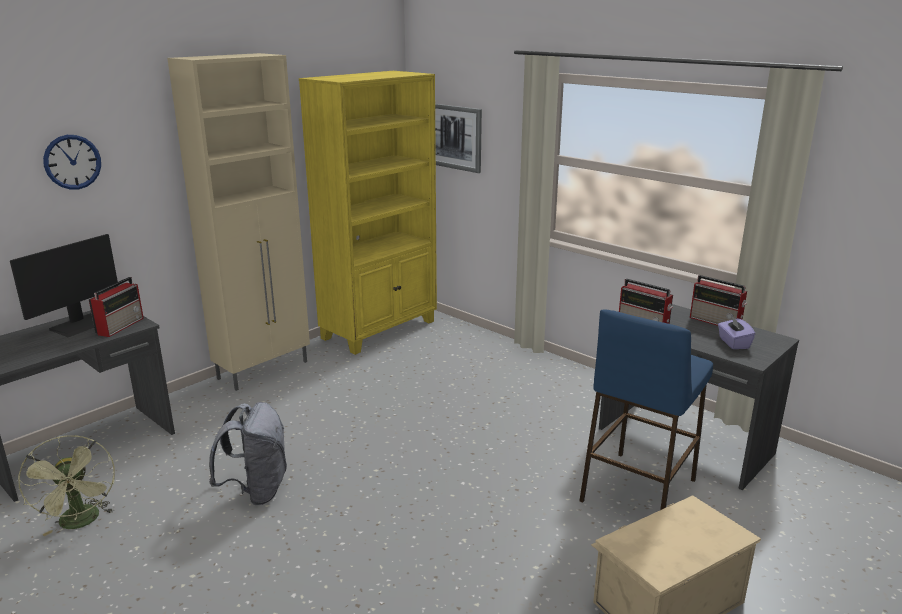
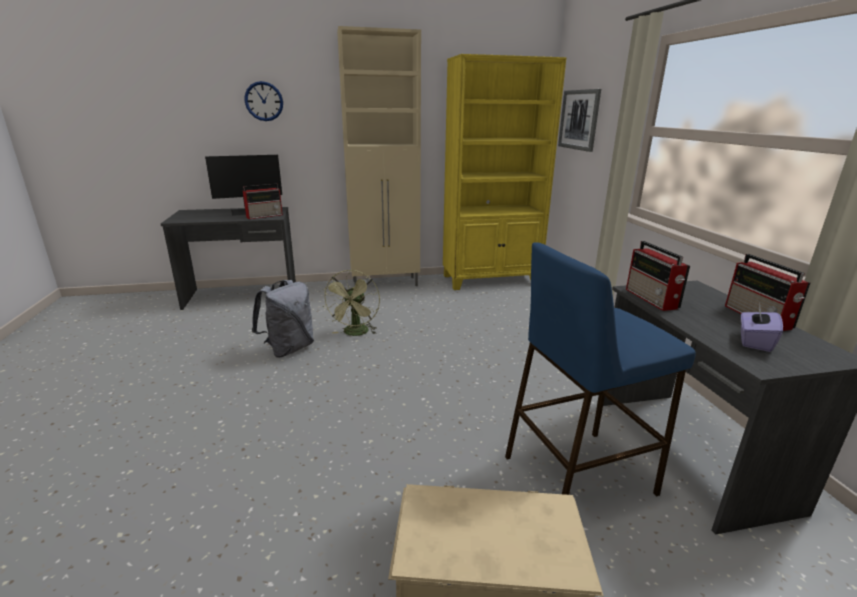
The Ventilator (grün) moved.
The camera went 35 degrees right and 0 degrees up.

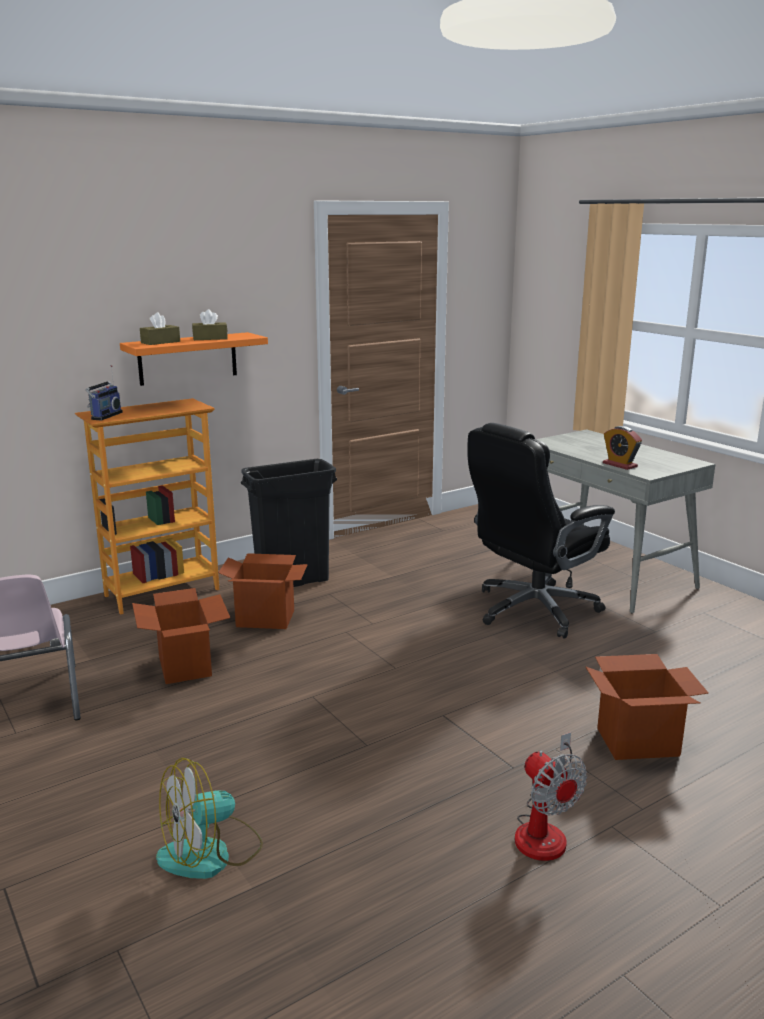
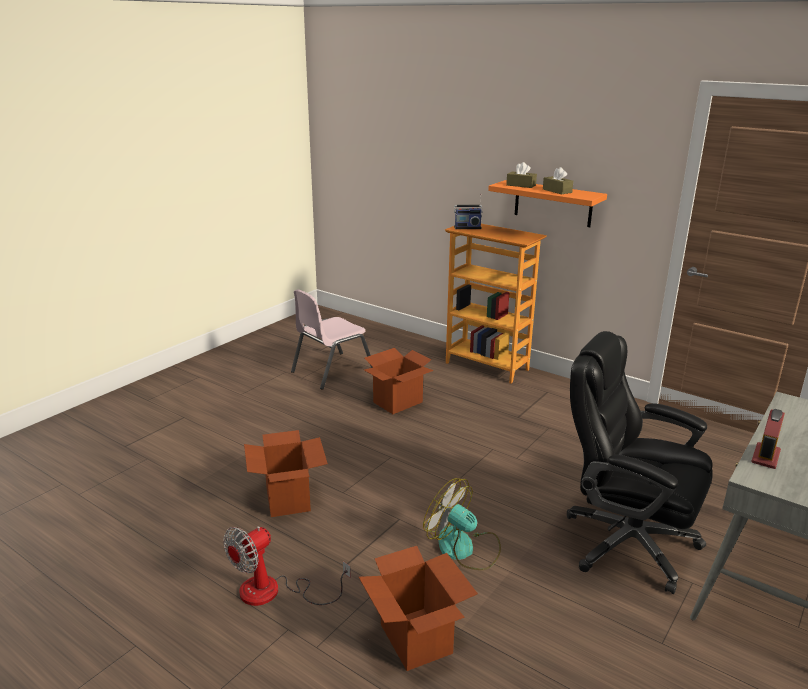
The Karton (no. 2 from left in the first image) moved.
The Ventilator (no. 1 from left in the first image) moved.
The Mülleimer (schwarz) disappeared.
The camera went 70 degrees right and 5 degrees up.

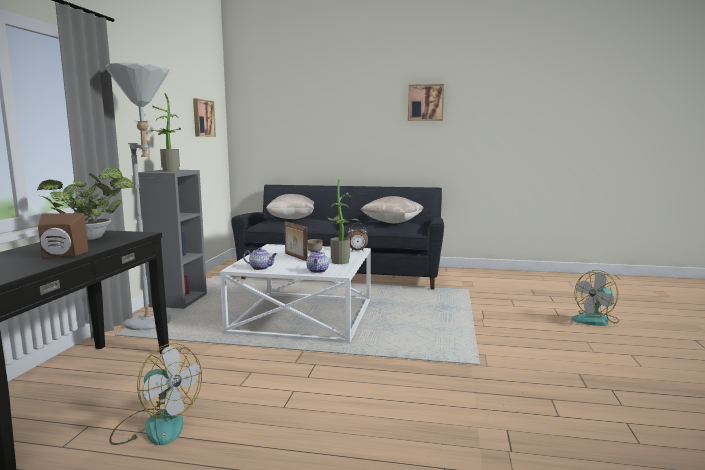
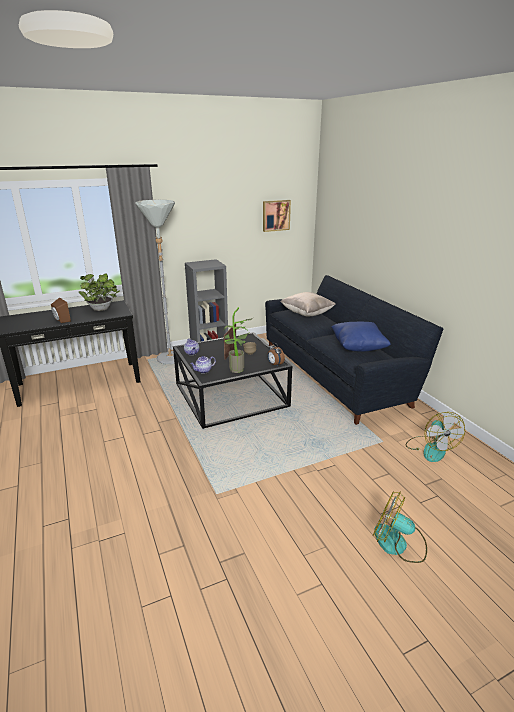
The Couchtisch (weiß) became the Couchtisch (schwarz).
The Kissen (beige) (no. 2 from left) became the Kissen (blau).
The Ventilator (no. 1 from left in the first image) moved.
The Topfpflanze (no. 2 from left) disappeared.
The Bild (no. 2 from left) disappeared.
The camera went 55 degrees right and 15 degrees up.

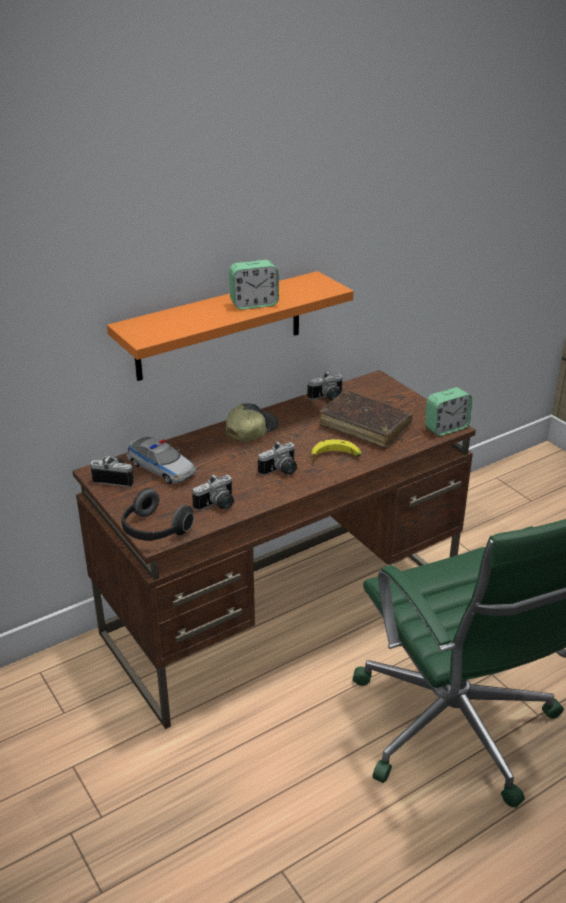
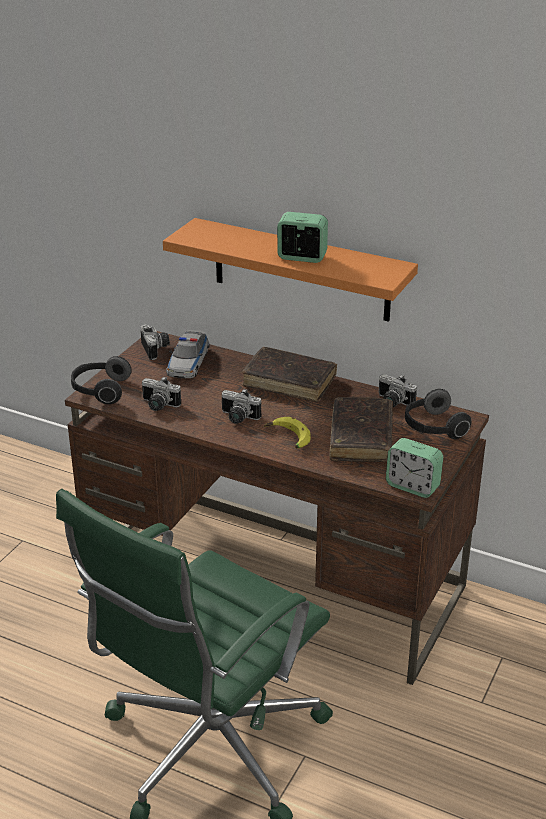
The Kappe was replaced by the Buch (braun) (no. 1 from left).
The Wecker (no. 1 from left) turned 150 degrees clockwise.
The Kopfhörer (no. 2 from left) appeared.
The camera went 60 degrees right and 0 degrees up.

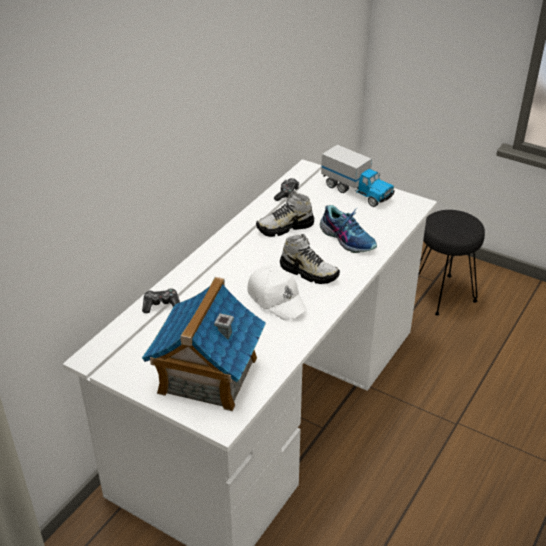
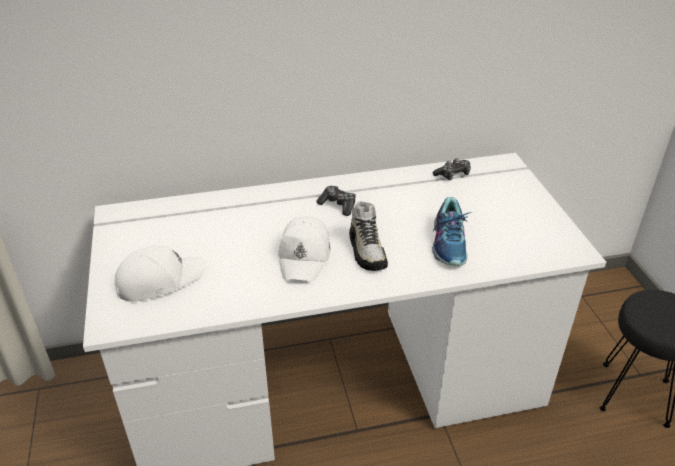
The Spielzeughaus was replaced by the Kappe (weiß) (no. 1 from left).
The Gamepad (no. 1 from left) moved.
The Schuh (no. 1 from left) disappeared.
The Spielzeuglaster disappeared.
The camera went 45 degrees right and 0 degrees up.

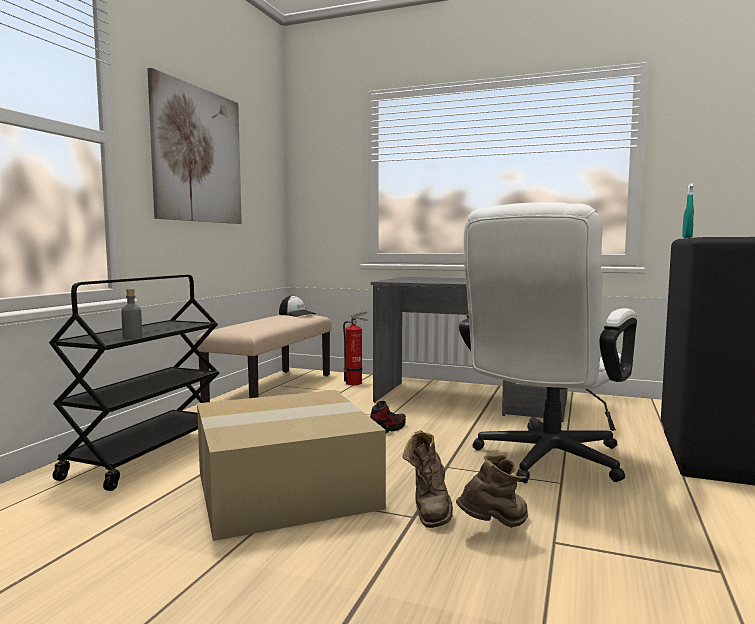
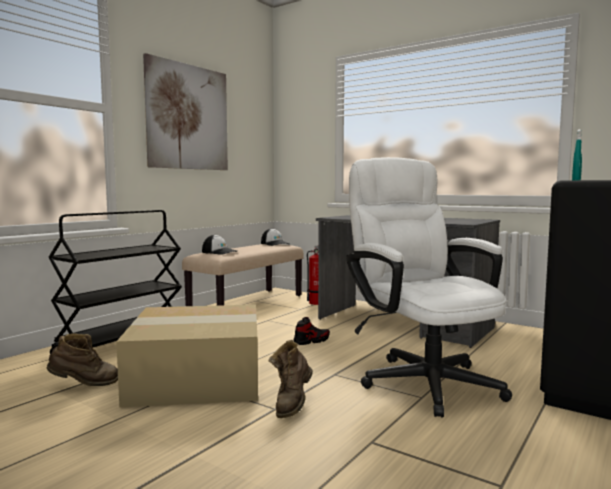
The Stiefel (braun) (no. 2 from left in the first image) moved.
The Kappe (no. 1 from left) appeared.
The Bürostuhl (weiß) turned 105 degrees clockwise.
The Flasche (grau) disappeared.
The camera went 15 degrees right and 0 degrees up.

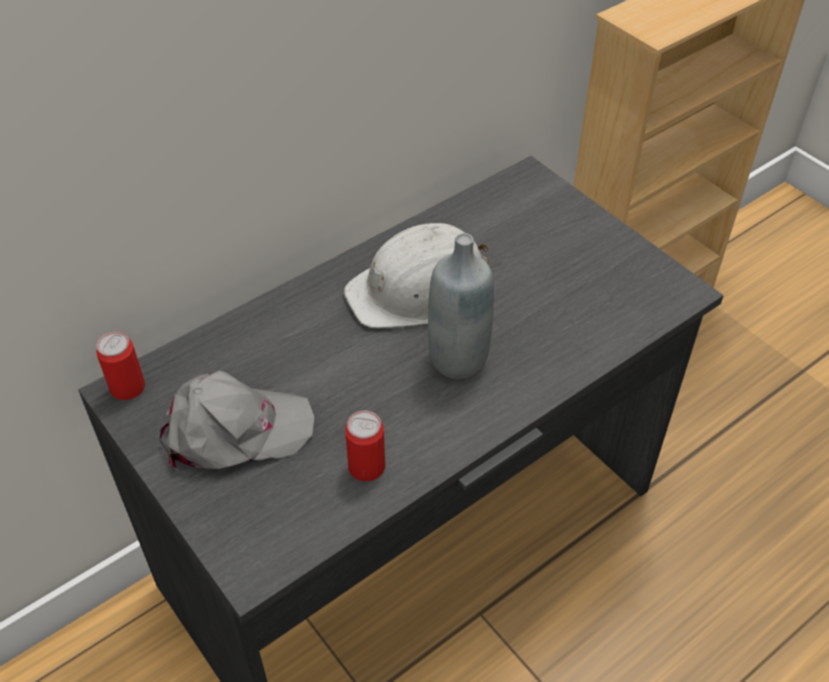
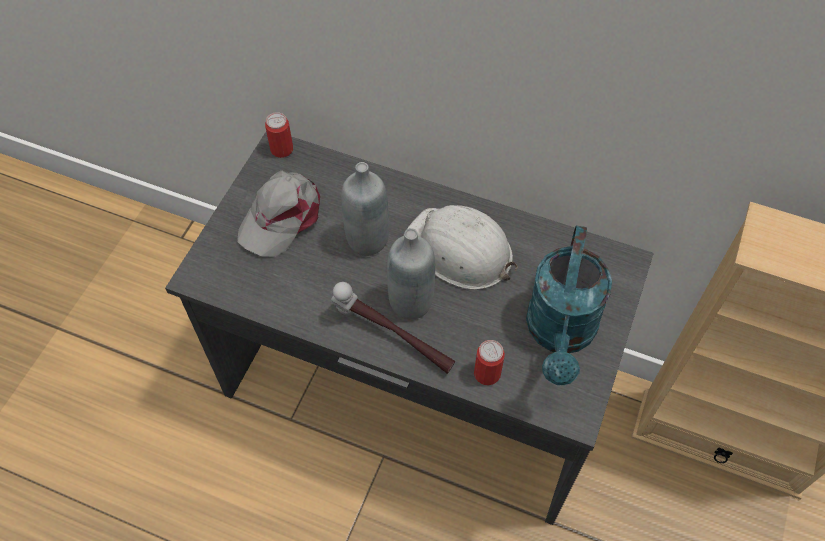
The Kappe (grau) turned 75 degrees clockwise.
The Hammer appeared.
The Flasche (grau) (no. 1 from left) appeared.
The Dose (no. 2 from left) moved.
The Gießkanne (türkis) appeared.
The camera went 60 degrees right and 10 degrees up.

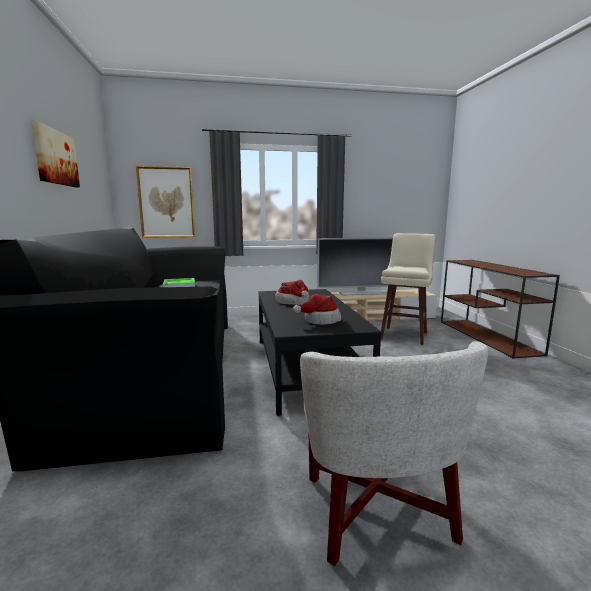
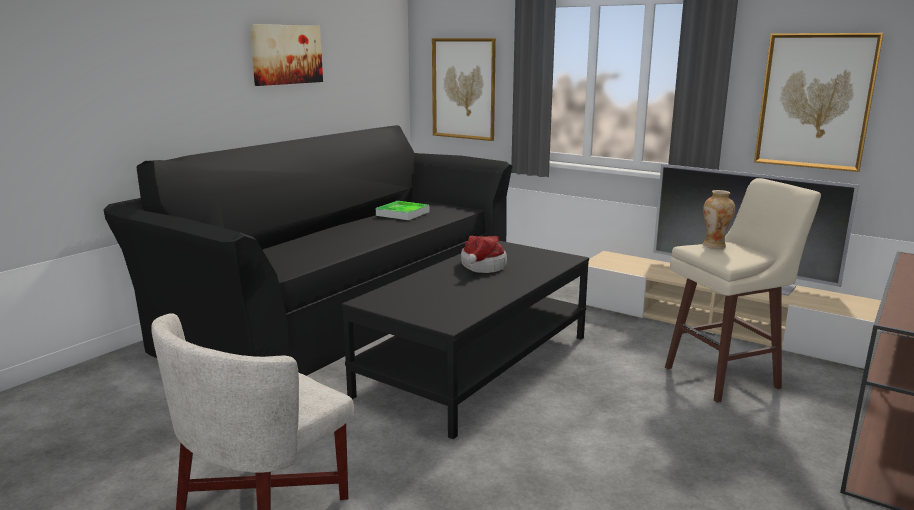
The Vase appeared.
The Bild (no. 3 from left) appeared.
The Hut (no. 2 from left) disappeared.
The camera went 45 degrees right and 5 degrees up.

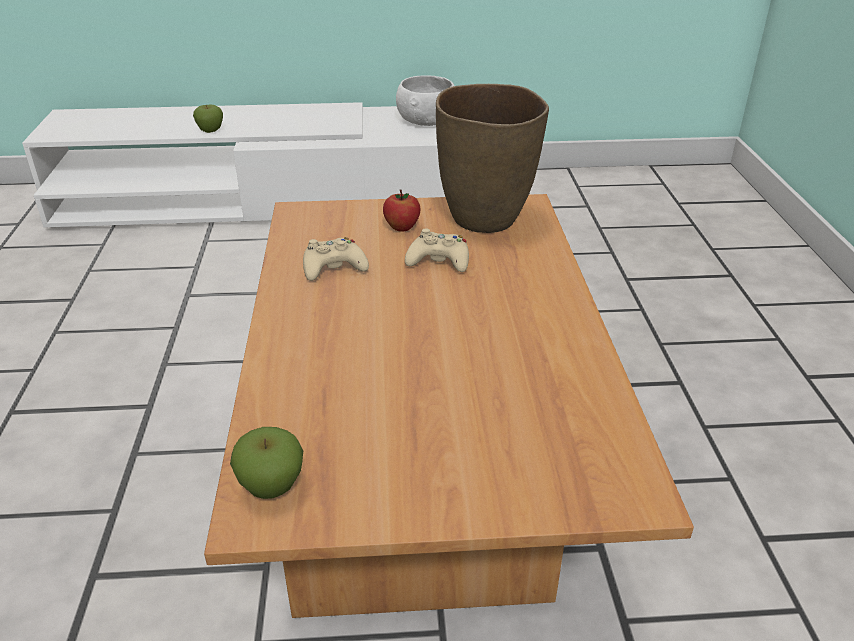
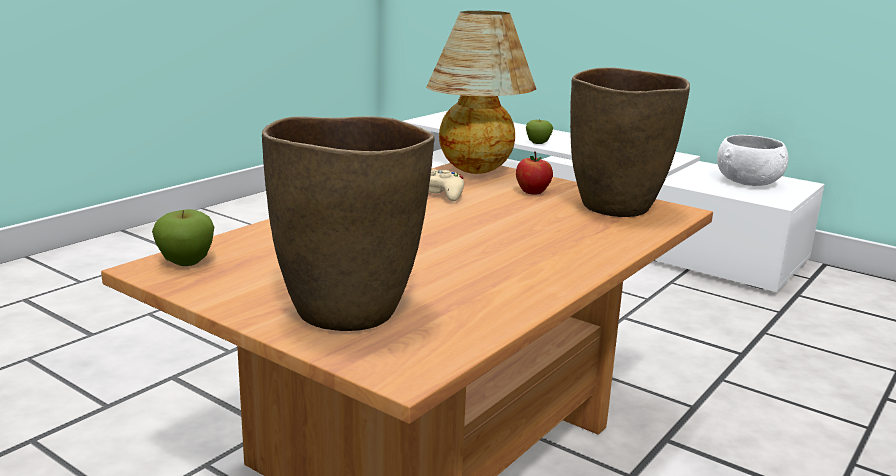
The Vase (braun) (no. 1 from left) appeared.
The Tischlampe appeared.
The Gamepad (beige) (no. 2 from left) disappeared.
The camera went 40 degrees right and 15 degrees down.

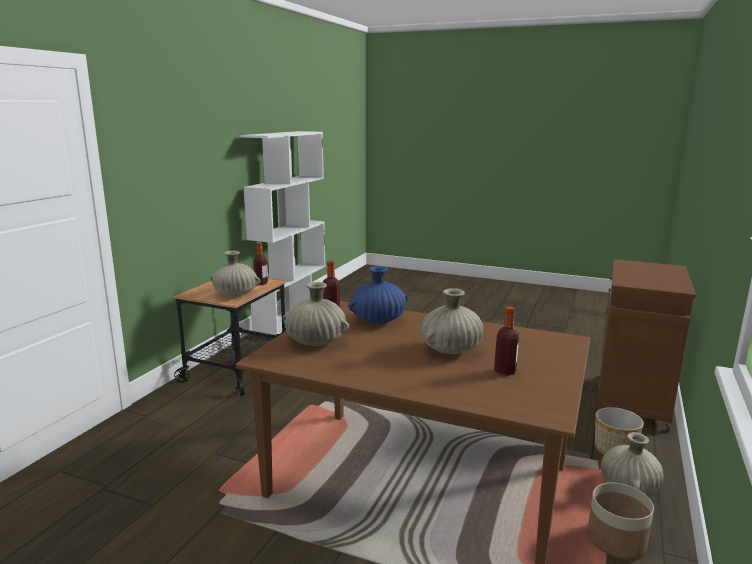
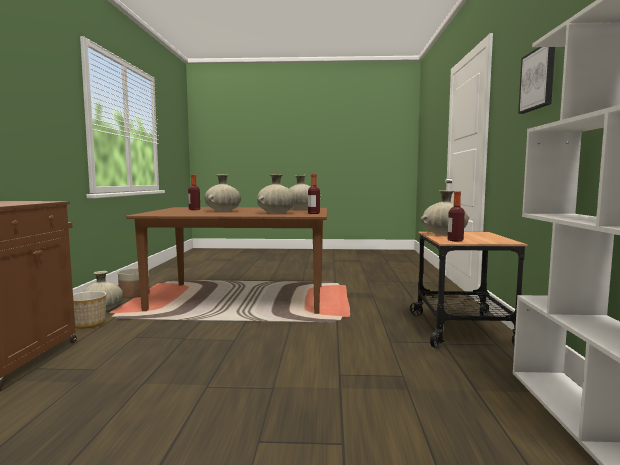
The Vase (blau) became the Vase (beige) (no. 3 from left).
The Bild appeared.
The camera went 160 degrees right and 10 degrees down.

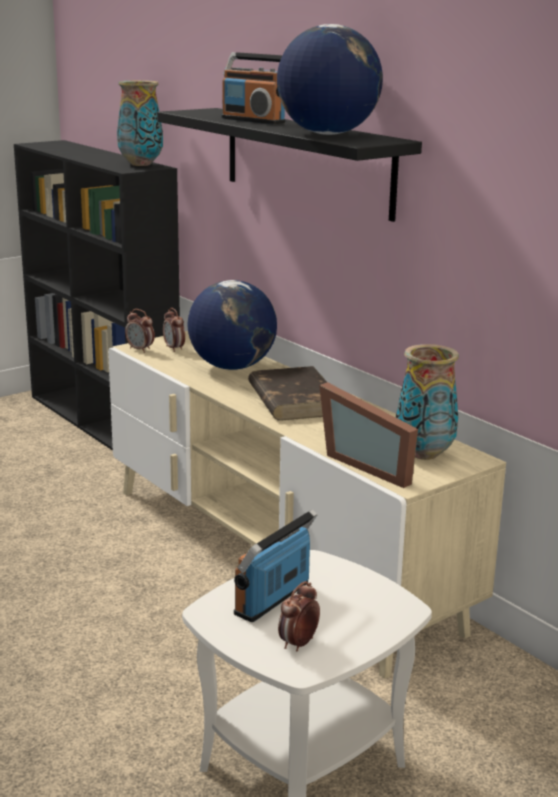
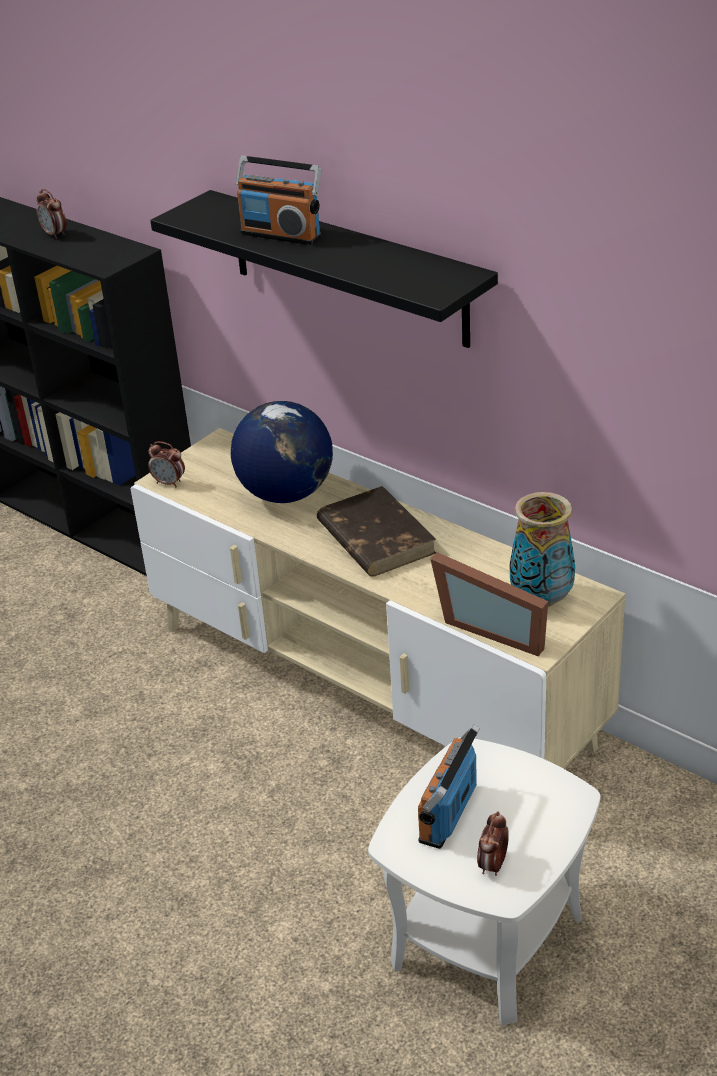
The Wecker (no. 2 from left in the first image) moved.
The Vase (no. 1 from left) disappeared.
The Globus (no. 2 from left) disappeared.
The camera went 10 degrees left and 15 degrees up.

